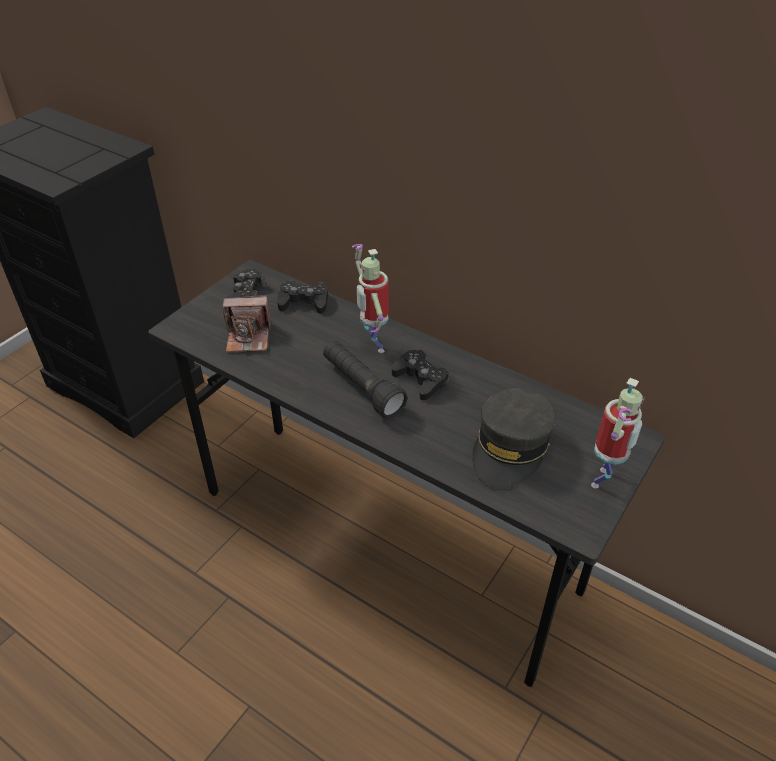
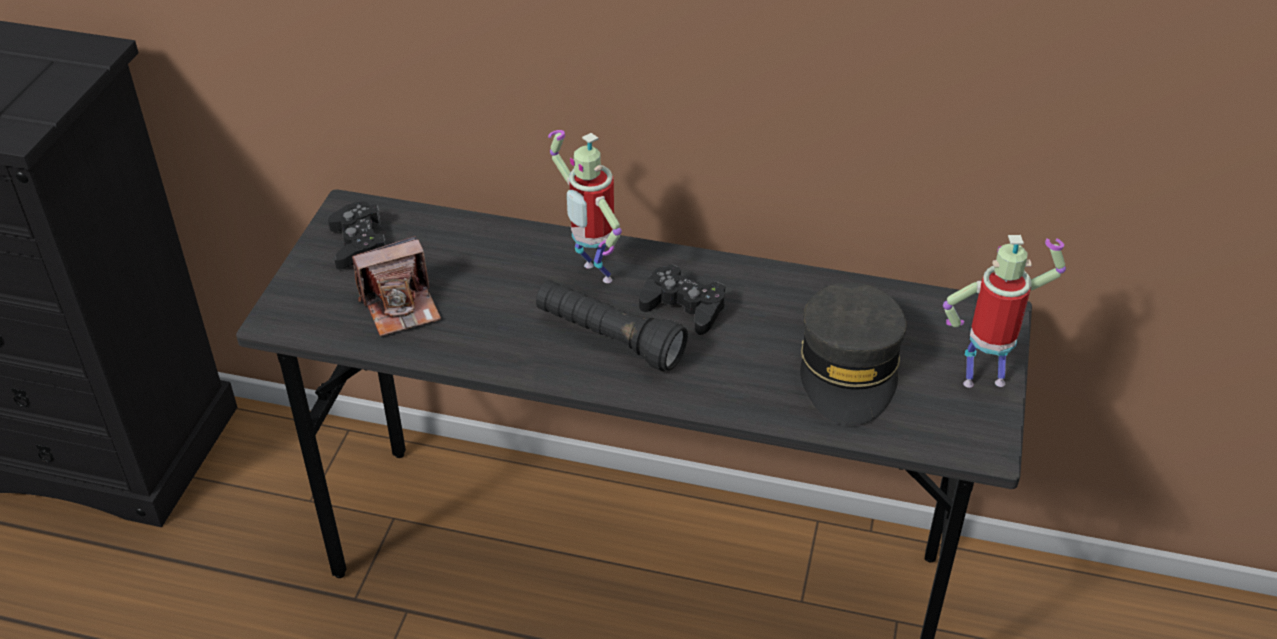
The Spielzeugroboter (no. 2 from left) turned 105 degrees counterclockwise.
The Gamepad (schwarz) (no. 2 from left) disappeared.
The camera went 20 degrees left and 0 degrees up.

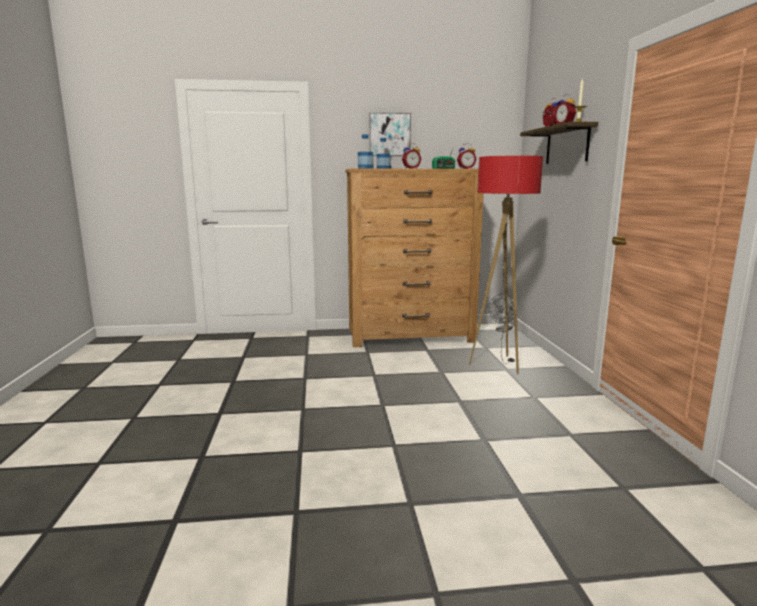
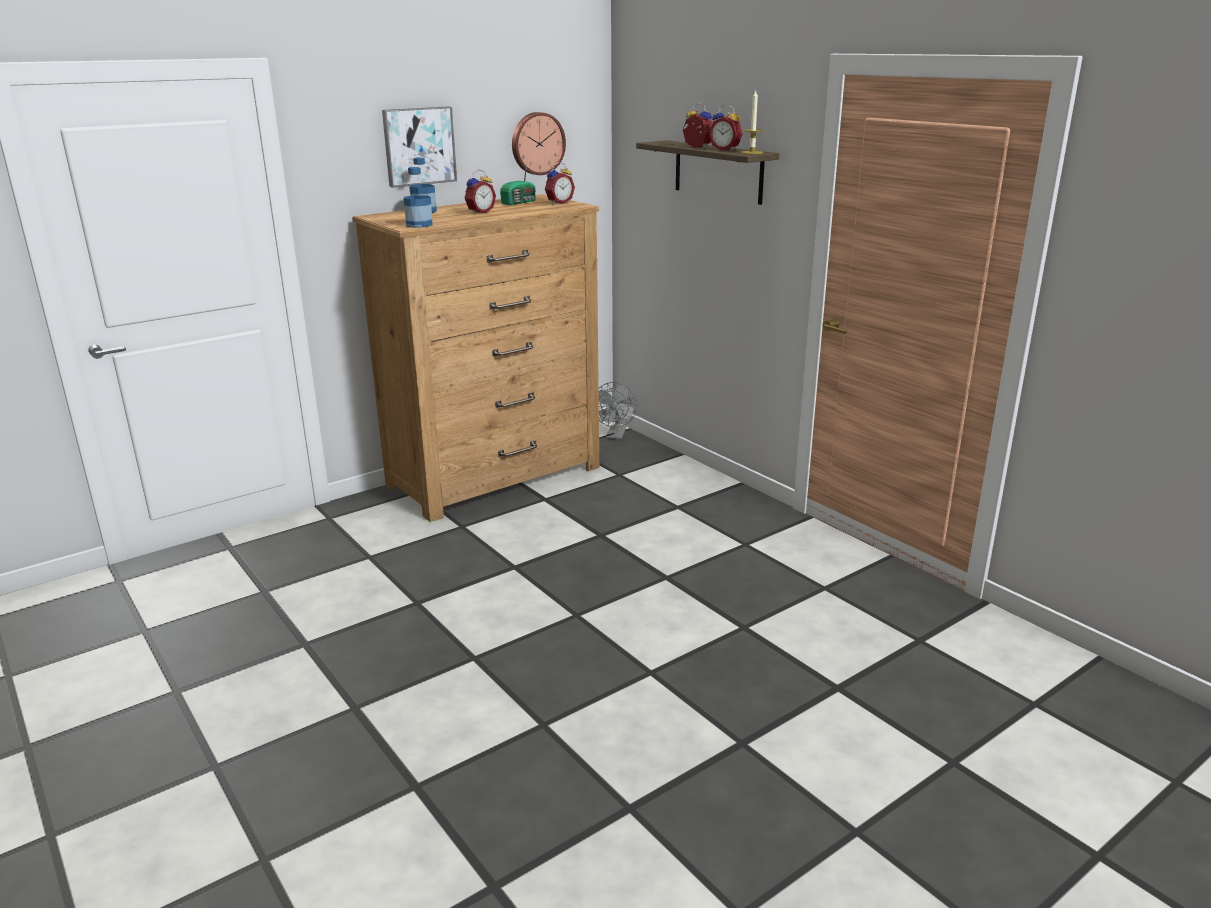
The Wanduhr appeared.
The Stehlampe disappeared.
The camera went 30 degrees left and 10 degrees up.

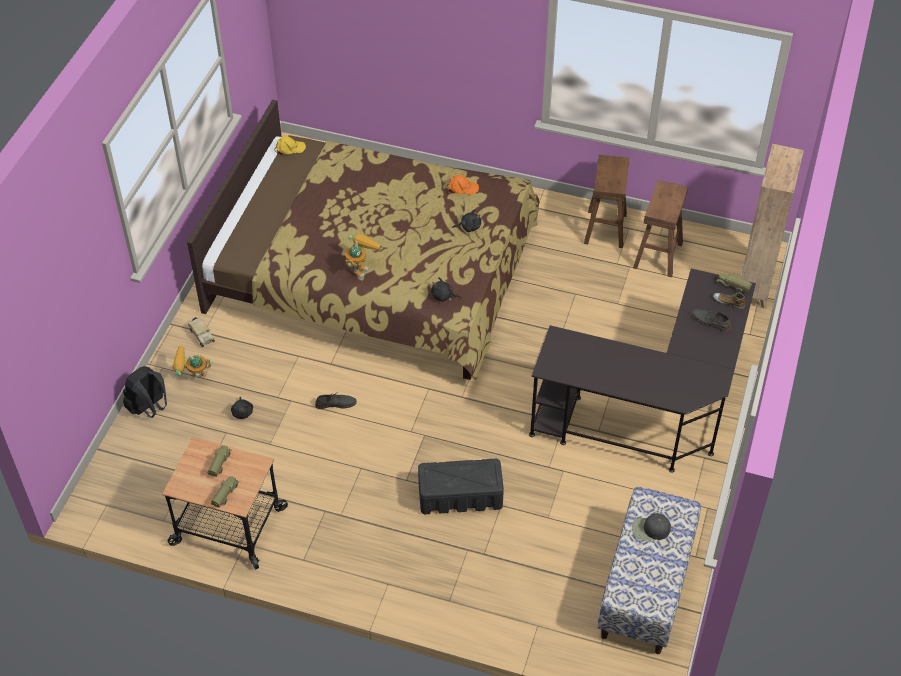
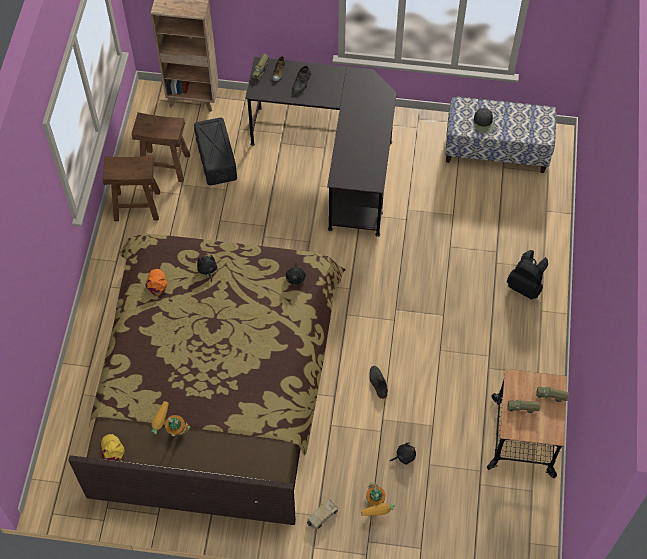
The Spielzeugroboter (no. 2 from left in the first image) moved.
The Aufbewahrungsbox (schwarz) moved.
The Rucksack (schwarz) moved.
The camera went 100 degrees left and 10 degrees up.

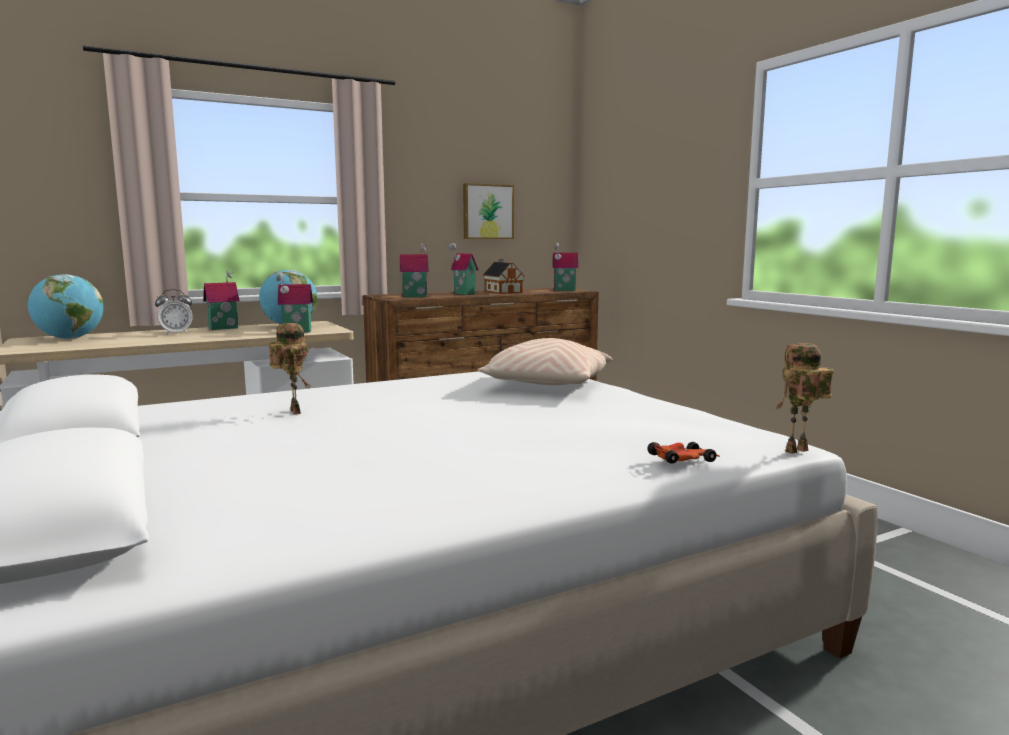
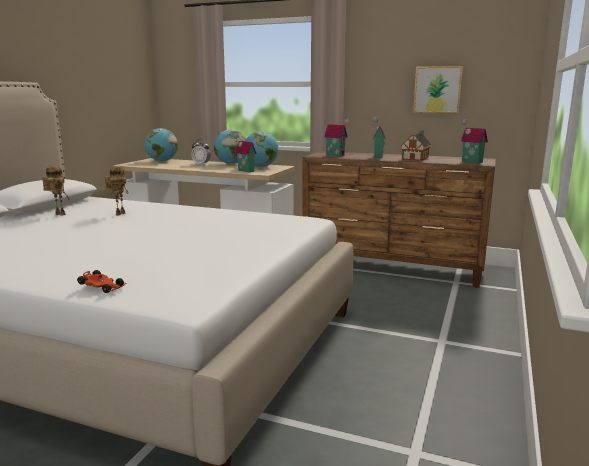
The Spielzeugroboter (no. 2 from left in the first image) moved.
The Spielzeughaus (no. 1 from left) was replaced by the Globus (no. 2 from left).
The Kissen (beige) disappeared.
The camera went 50 degrees right and 5 degrees up.

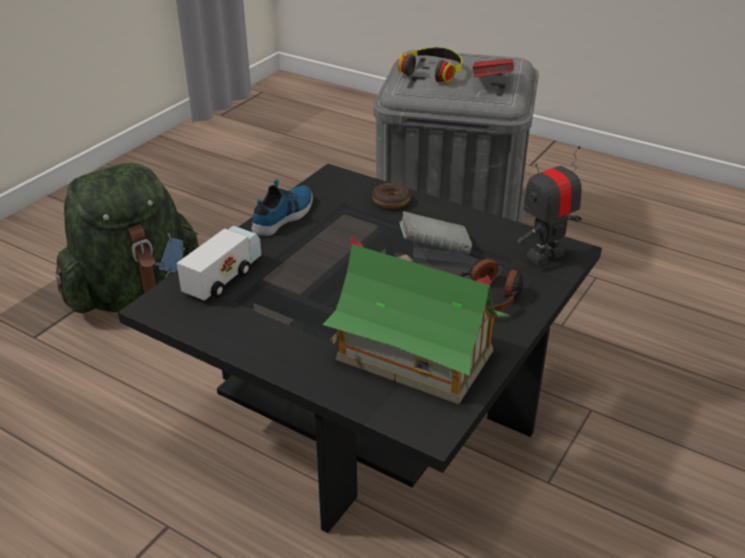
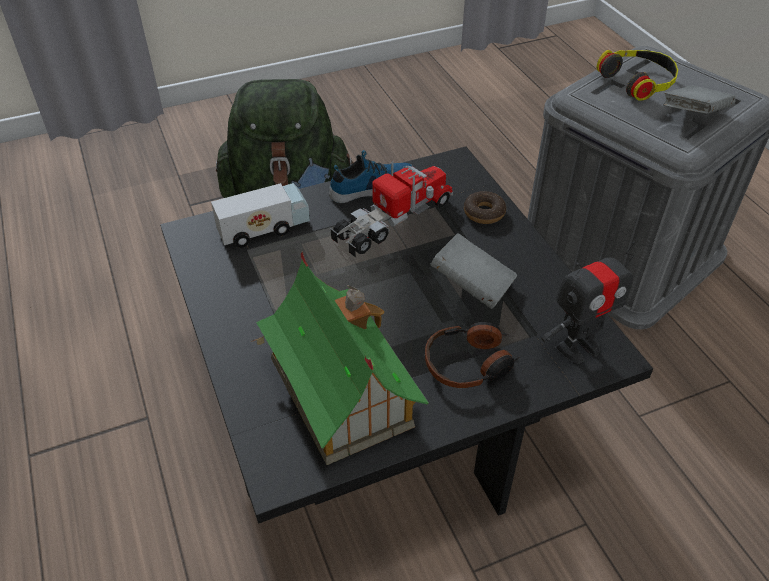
The Spielzeuglaster (no. 2 from left) appeared.
The Spielzeugroboter turned 150 degrees clockwise.
The Buch (rot) became the Buch (grau) (no. 2 from left).
The camera went 35 degrees right and 10 degrees up.

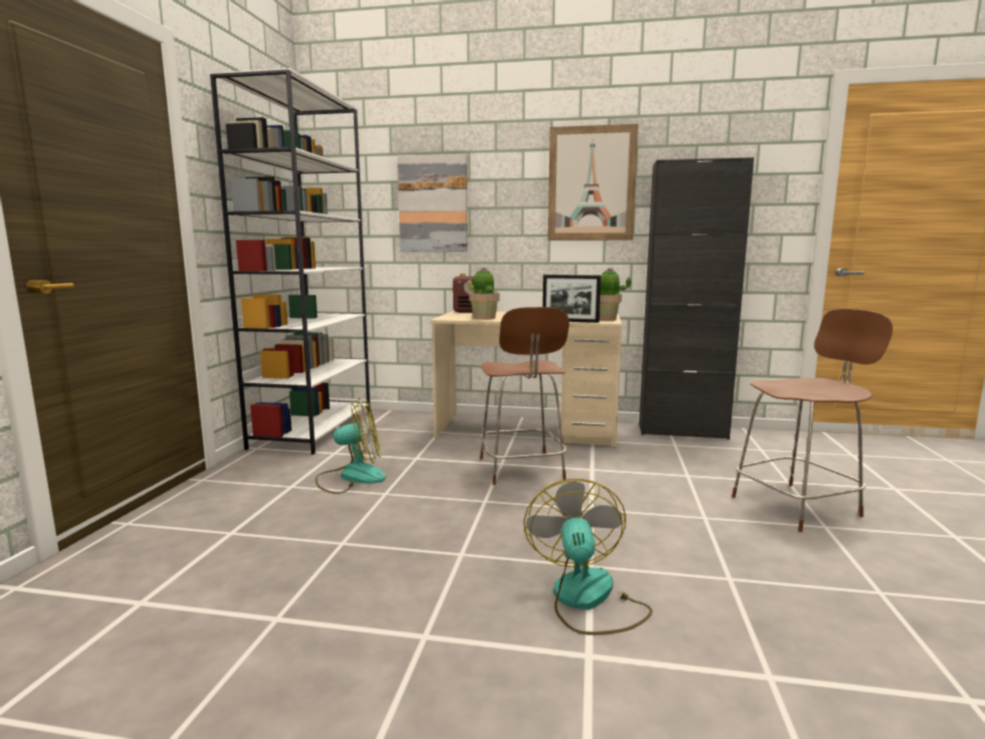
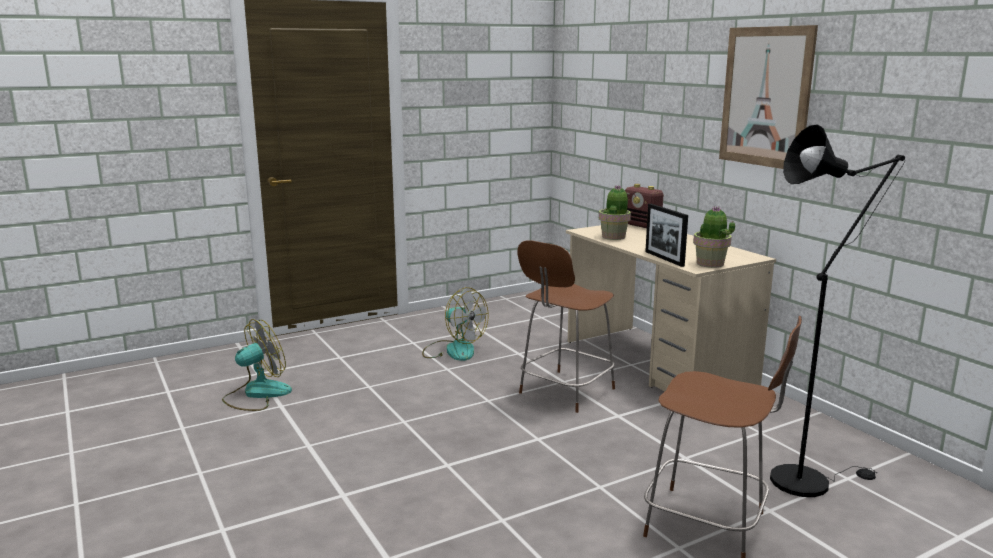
The Ventilator (no. 2 from left in the first image) moved.
The Stehlampe (schwarz) appeared.
The Bücherregal (weiß) disappeared.
The Bild (no. 1 from left) disappeared.
The Schrank (schwarz) disappeared.
The camera went 50 degrees right and 5 degrees up.

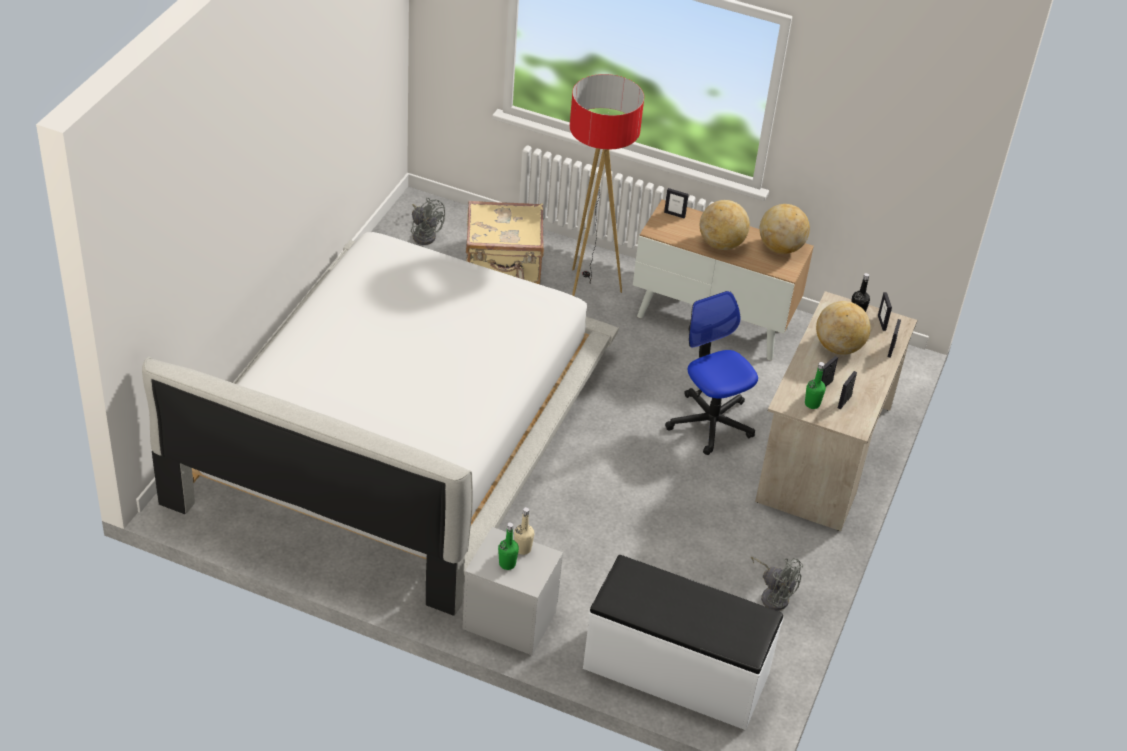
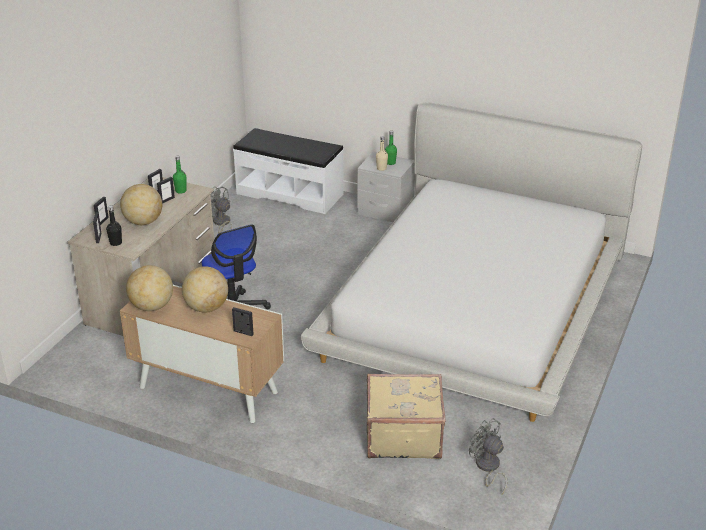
The Stehlampe disappeared.
The camera went 175 degrees left and 10 degrees down.

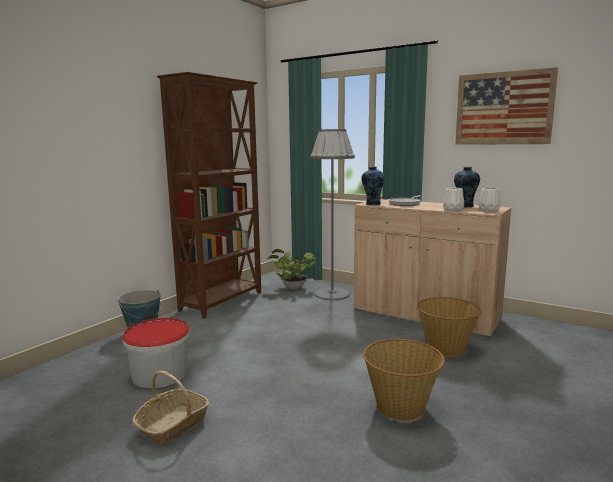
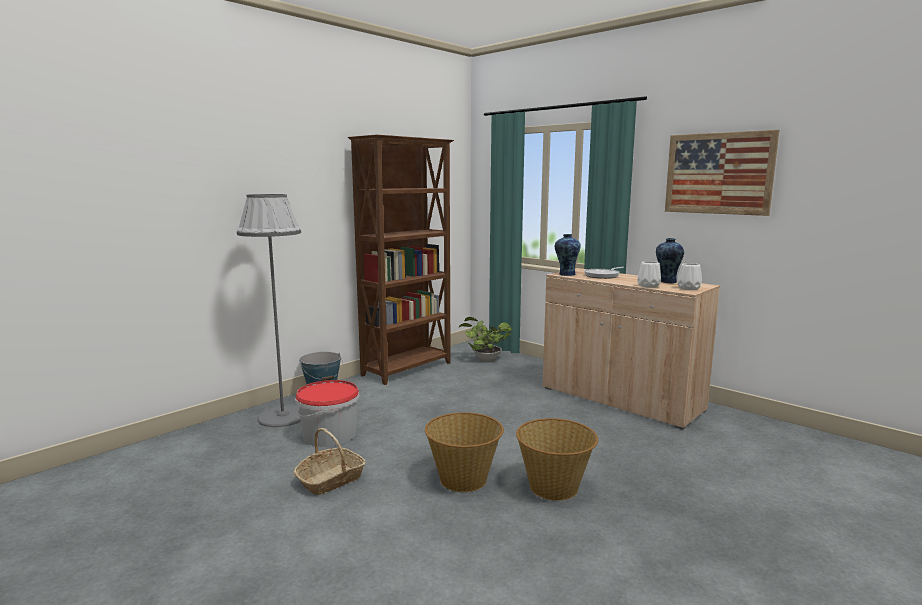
The Stehlampe (grau) moved.
The Korb (no. 3 from left in the first image) moved.
The camera went 10 degrees right and 0 degrees up.

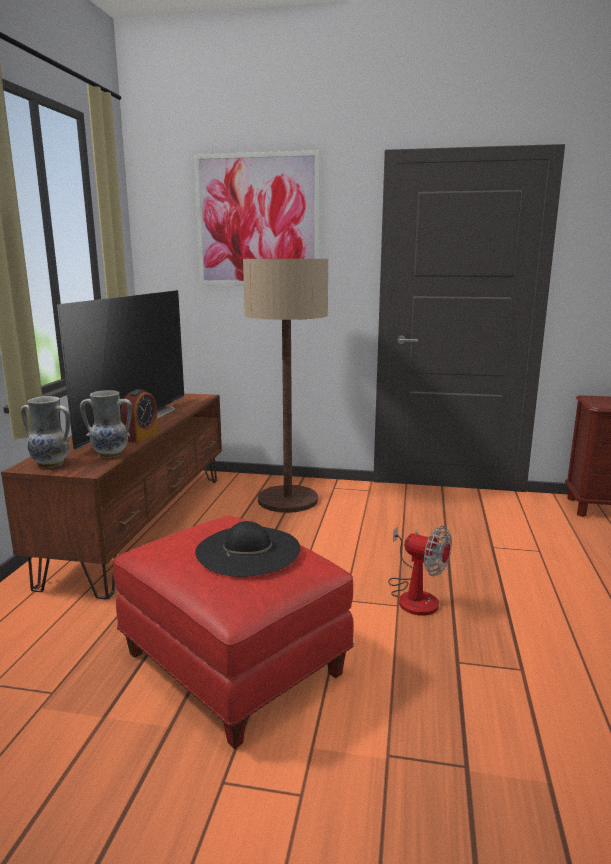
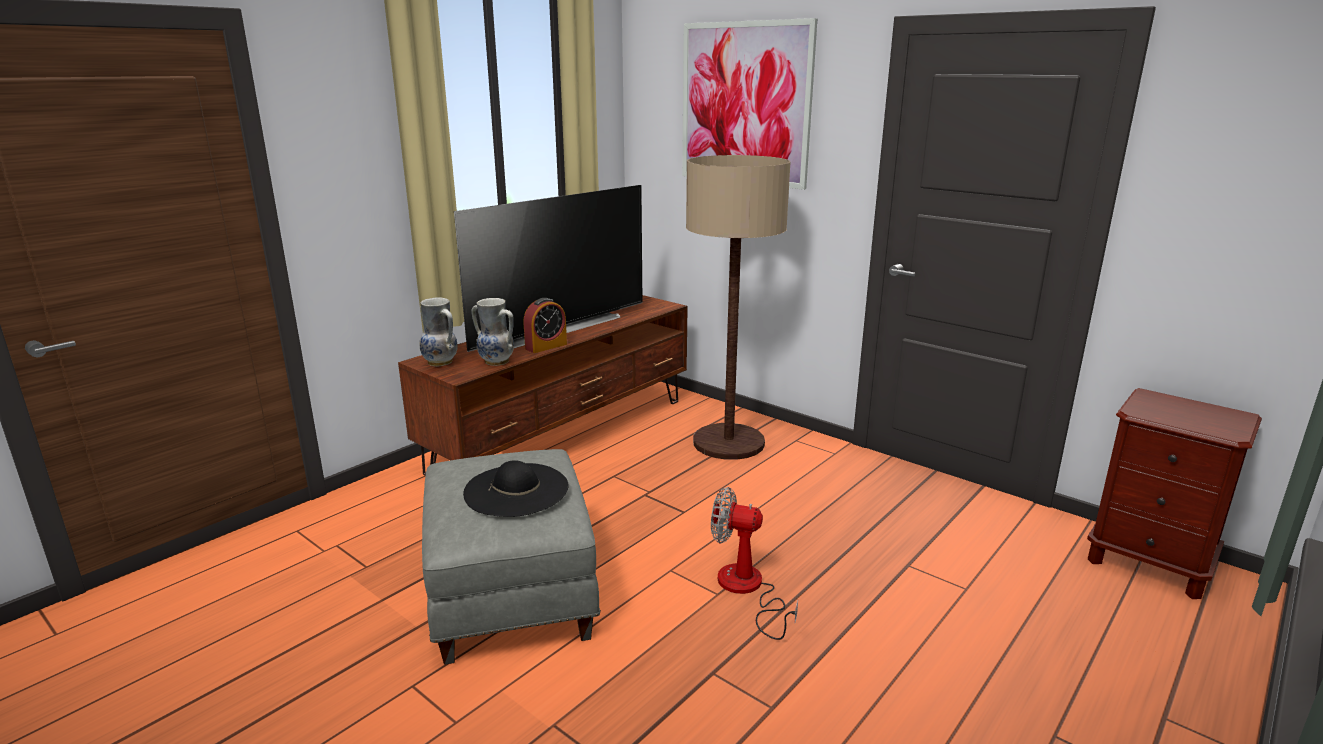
The Polsterhocker (rot) became the Polsterhocker (grau).
The Ventilator turned 135 degrees clockwise.
The camera went 30 degrees right and 5 degrees up.

